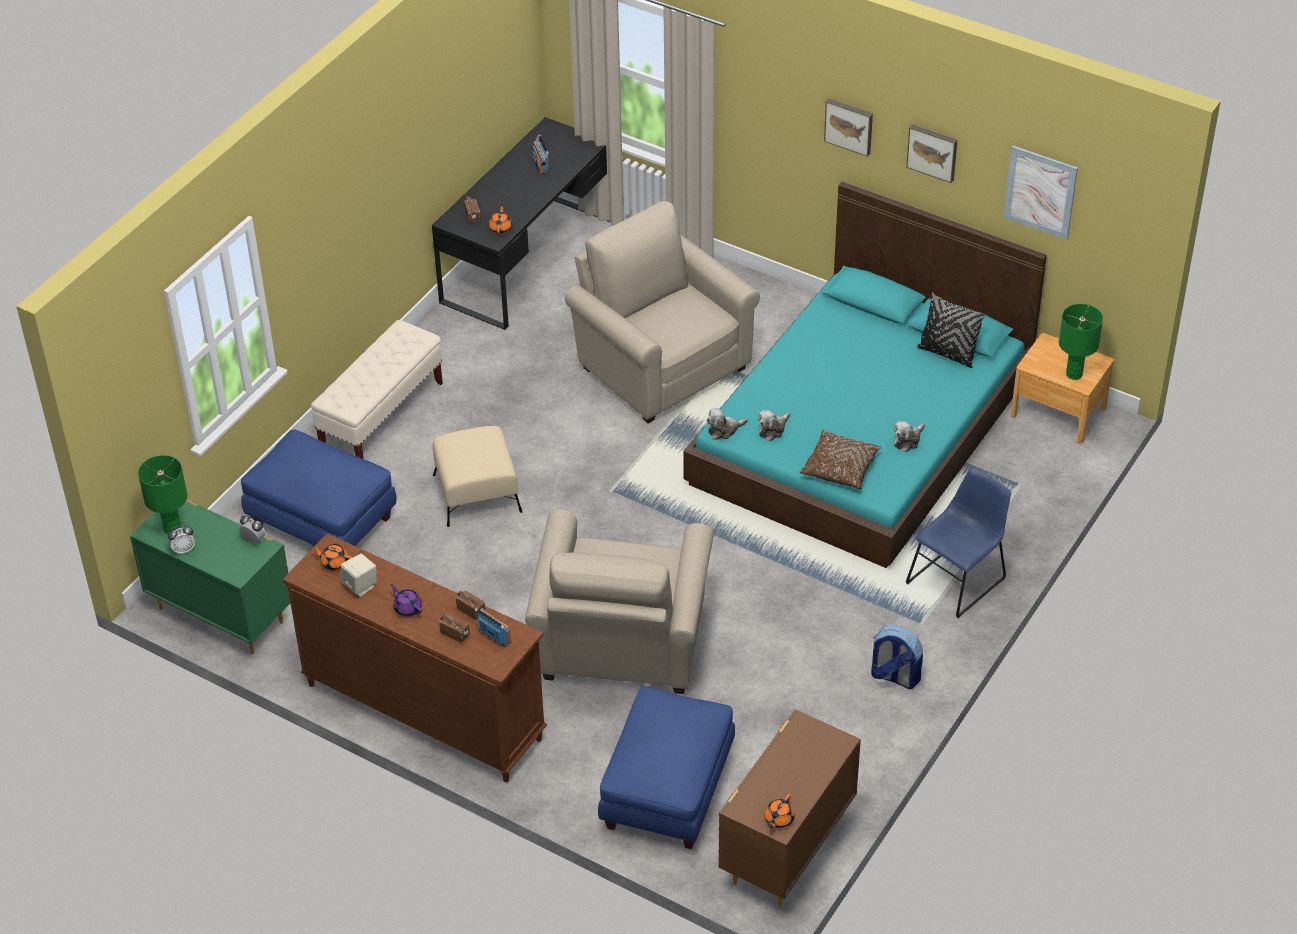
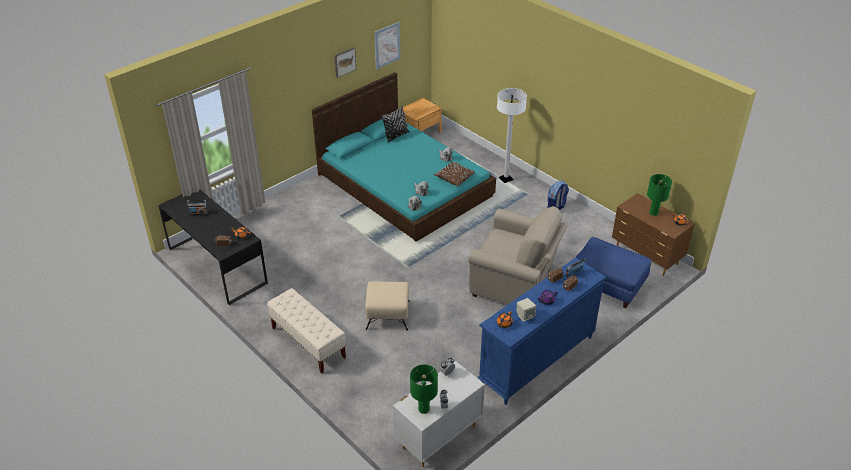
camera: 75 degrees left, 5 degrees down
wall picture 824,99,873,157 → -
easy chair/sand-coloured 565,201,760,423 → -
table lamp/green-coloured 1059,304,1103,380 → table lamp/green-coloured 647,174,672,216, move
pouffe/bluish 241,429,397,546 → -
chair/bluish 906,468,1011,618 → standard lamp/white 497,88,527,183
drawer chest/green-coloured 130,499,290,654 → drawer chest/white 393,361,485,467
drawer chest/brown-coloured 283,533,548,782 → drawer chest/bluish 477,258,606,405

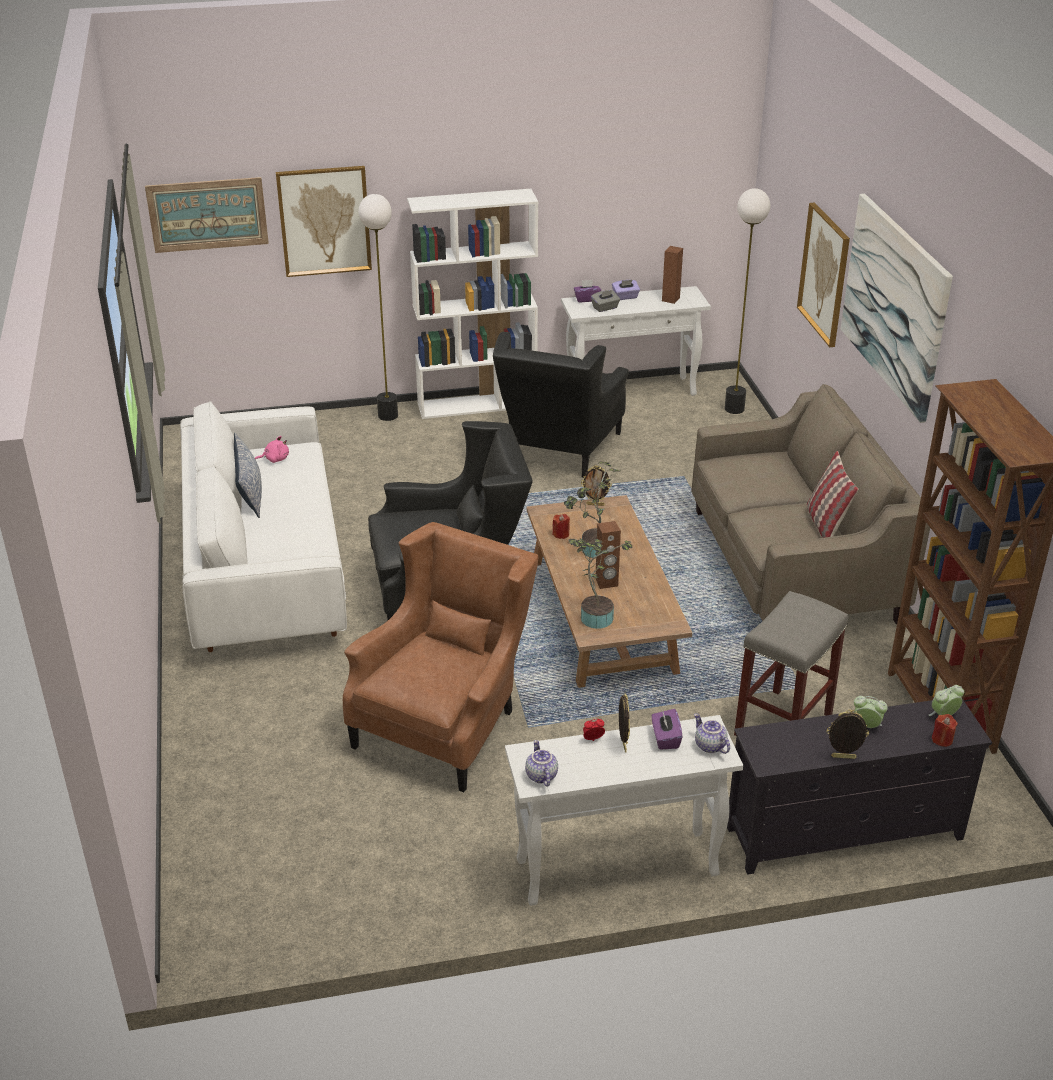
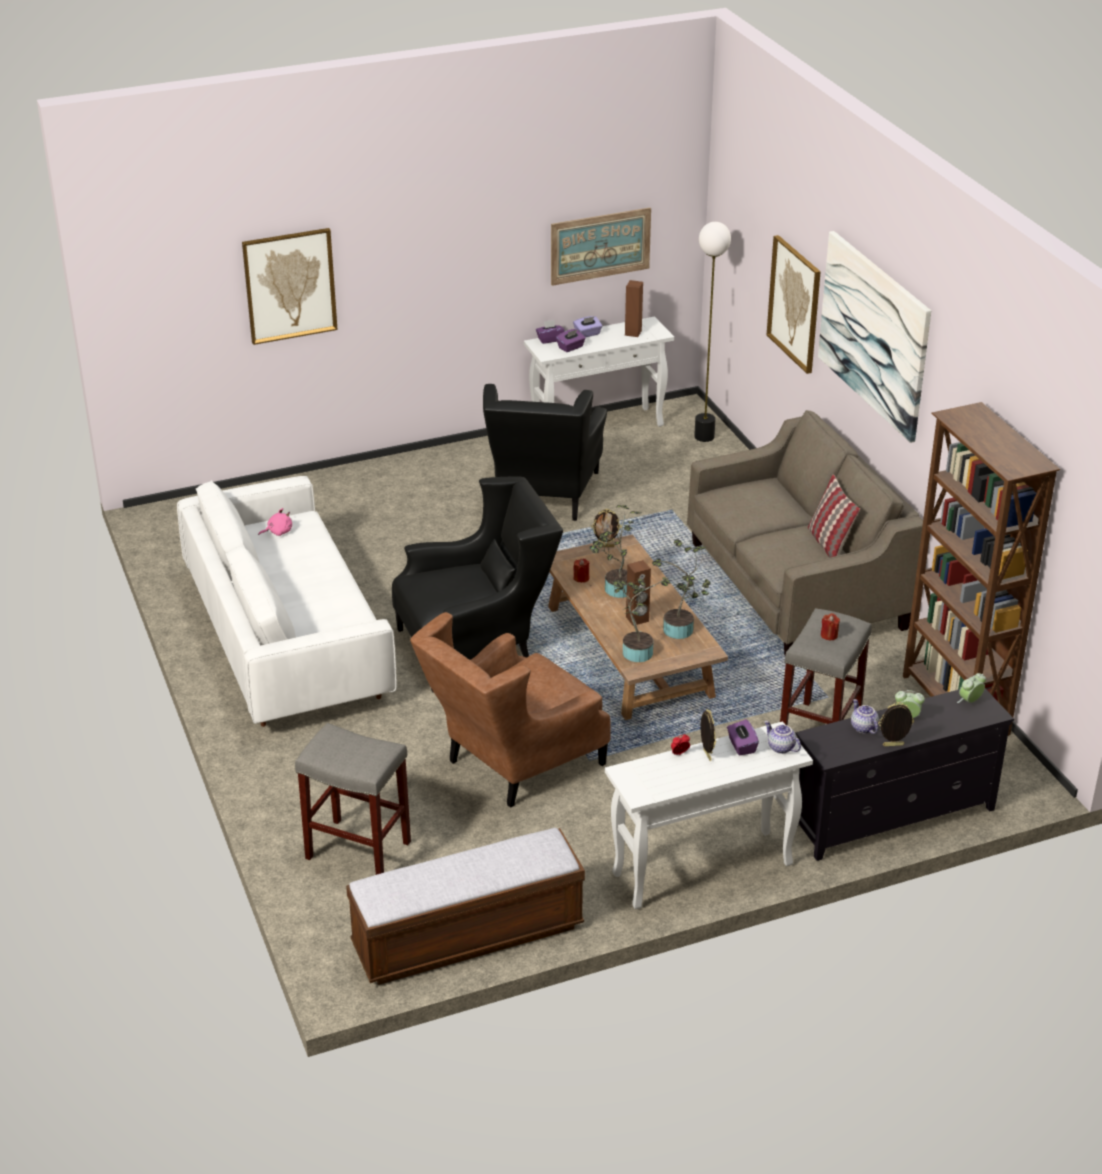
camera: 10 degrees left, 0 degrees up
wall picture 145,177,269,253 → wall picture 551,207,651,286, move
bookshelf/white 407,189,538,419 → -
standard lamp 359,194,398,421 → -
box of tissues/gray 591,290,620,312 → box of tissues/purple 556,329,586,352
cushion 234,433,262,518 → -
easy chair/brown-coloured 343,522,538,792 → easy chair/brown-coloured 410,612,611,808, 150 degrees counterclockwise
wax light/red 932,714,958,747 → wax light/red 821,613,840,640, move
teapot 525,740,558,787 → teapot 851,699,879,734, move
- → houseplant 652,539,711,639
- → sitting stool/gray 295,723,411,875
- → indoor bench 346,828,585,985

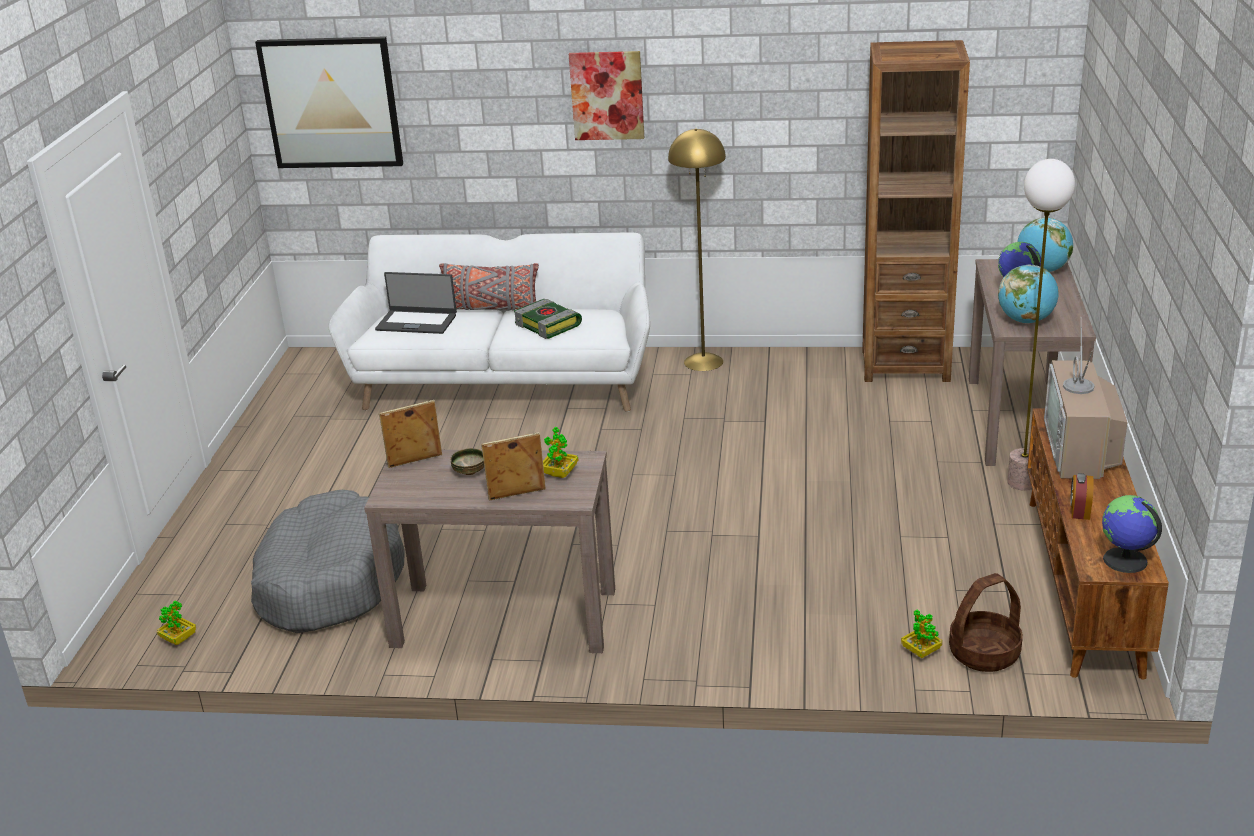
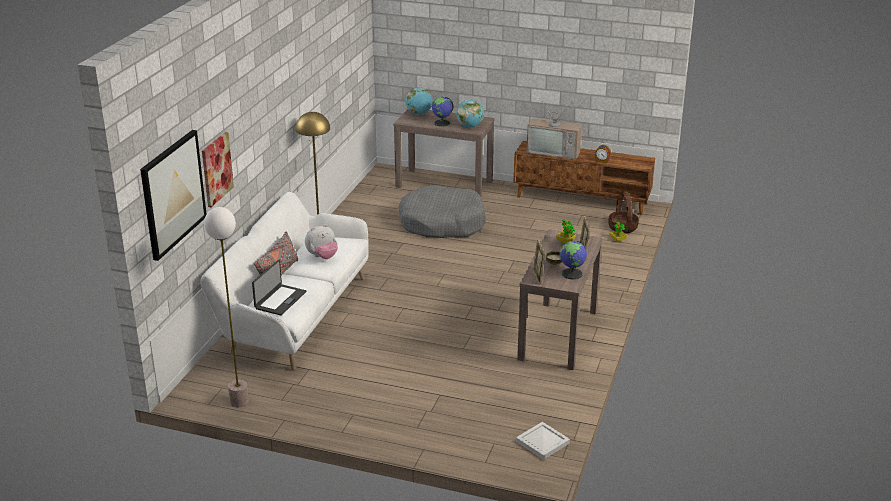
camera: 80 degrees left, 0 degrees up
bookshelf/brown-coloured 862,40,970,382 → -
wall picture 569,51,644,140 → wall picture 202,132,234,207, move
standard lamp 1007,159,1075,491 → standard lamp 204,207,249,407, move
book 514,299,582,339 → plush toy 305,224,338,259
pet bed/gray 251,490,405,633 → pet bed/gray 398,185,486,238, move
world globe 1102,495,1162,573 → world globe 560,241,587,279, move
houseplant 157,601,196,645 → carrying tray/white 516,422,570,460

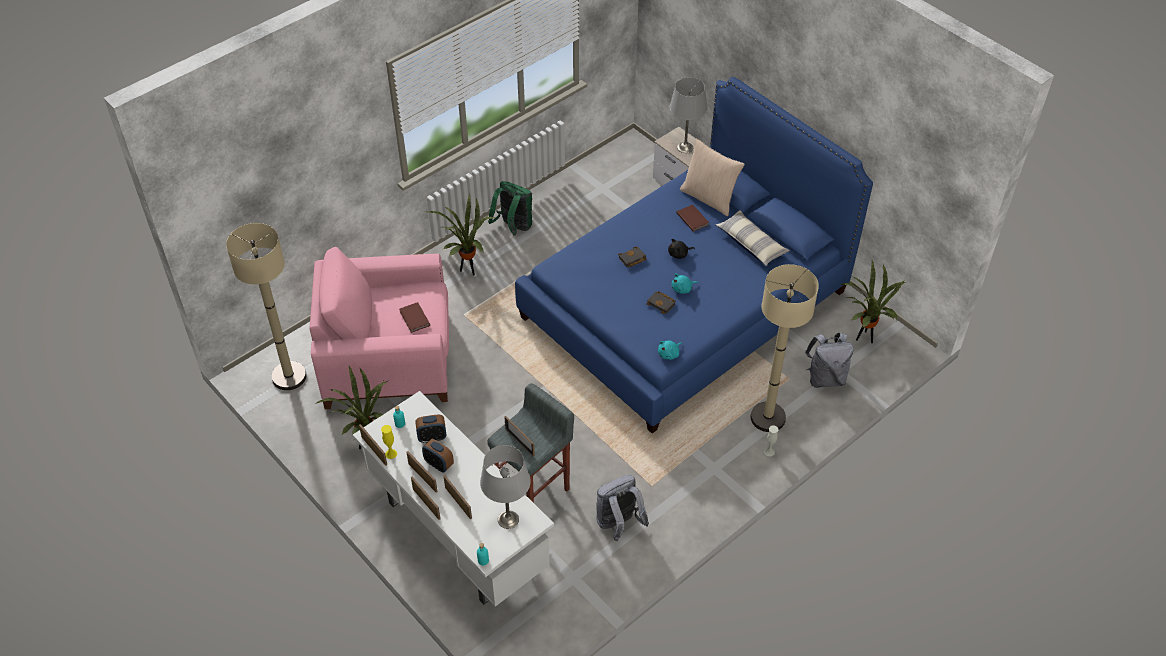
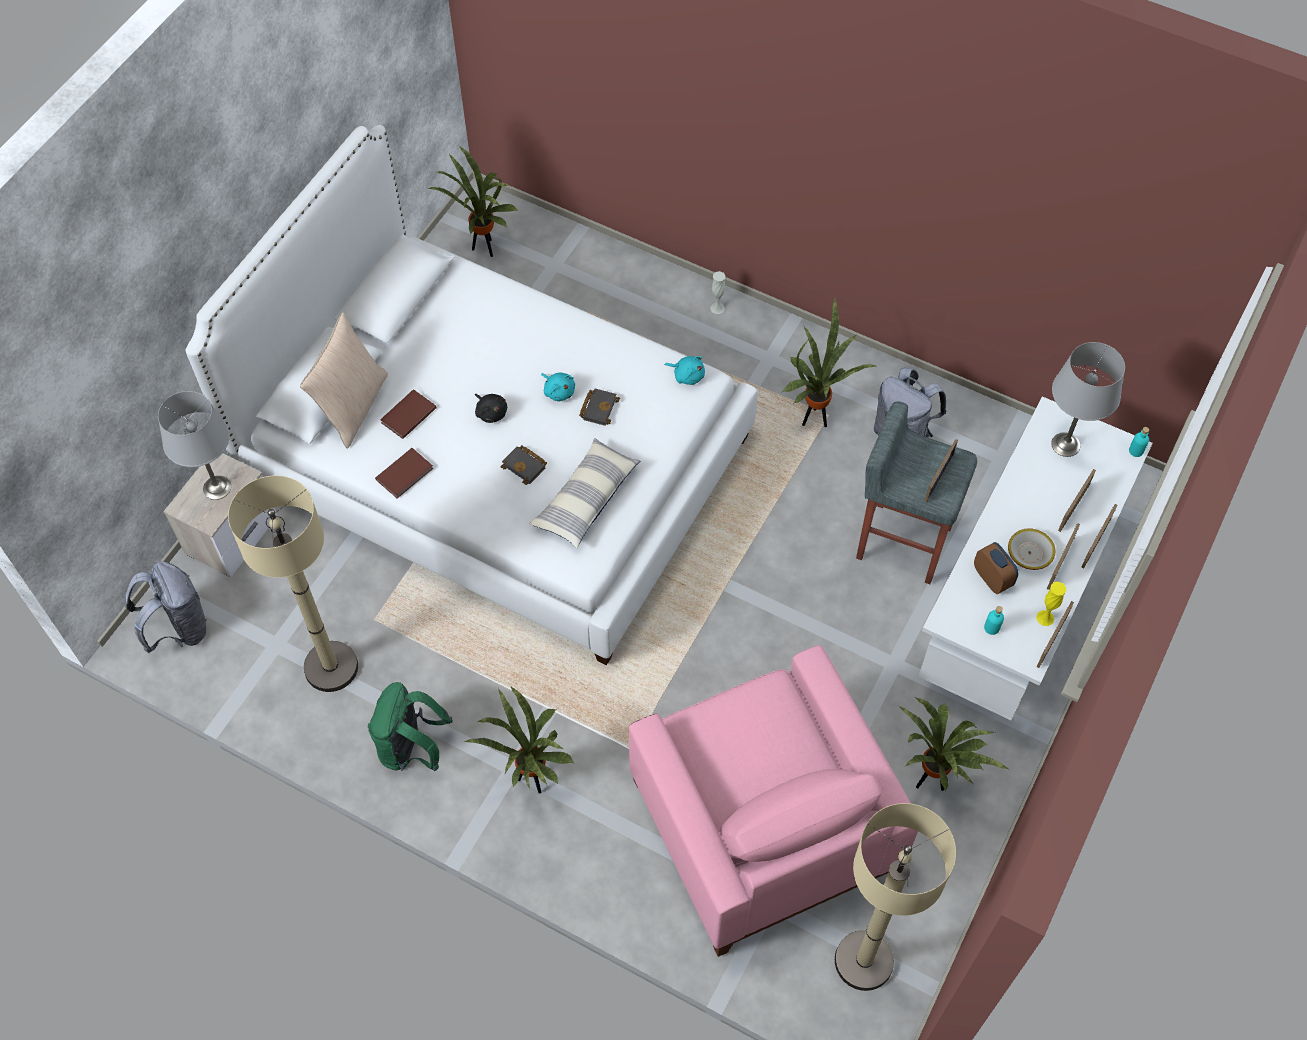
camera: 110 degrees left, 10 degrees up
sleeping bed/bluish 515,77,873,433 → sleeping bed/white 186,125,758,665
cushion 716,210,790,266 → cushion 529,438,640,549, move
standard lamp/sand-coloured 750,264,819,432 → standard lamp/sand-coloured 228,476,358,692, move
book/brown-coloured 399,302,430,333 → book/brown-coloured 375,448,434,499, move
backpack/gray 805,332,854,388 → backpack/gray 125,561,207,653, move
alarm clock 422,439,454,472 → serving bowl 1008,528,1056,570
- → houseplant 781,297,876,427

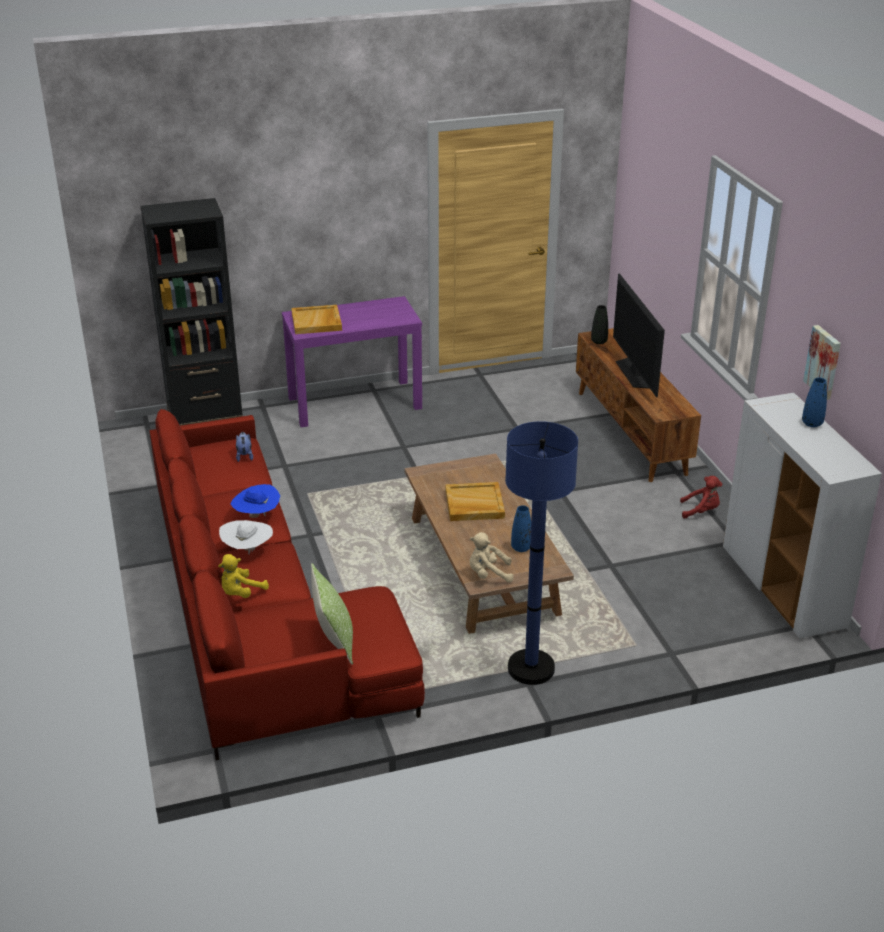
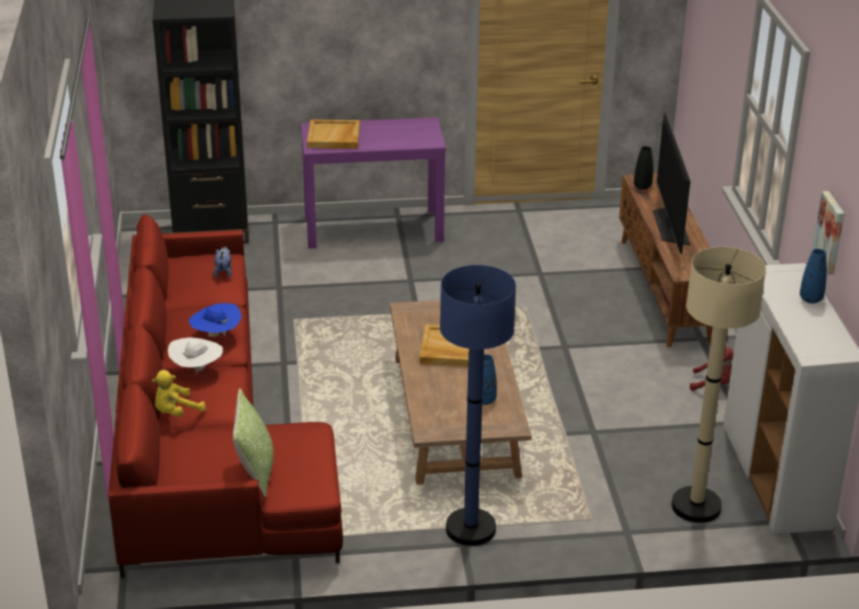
camera: 10 degrees right, 0 degrees up
plush toy/sand-coloured 469,532,513,583 → -
- → standard lamp/sand-coloured 671,247,766,523

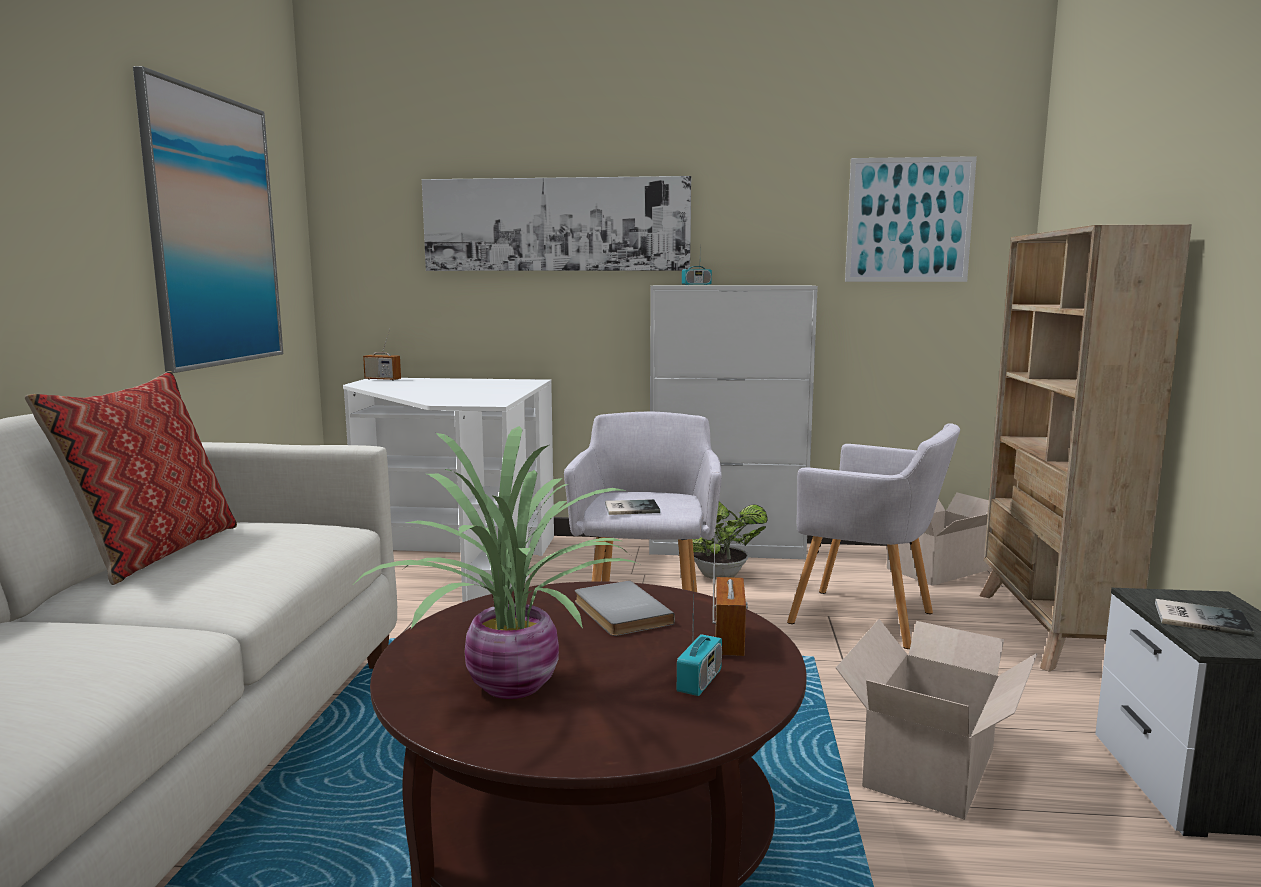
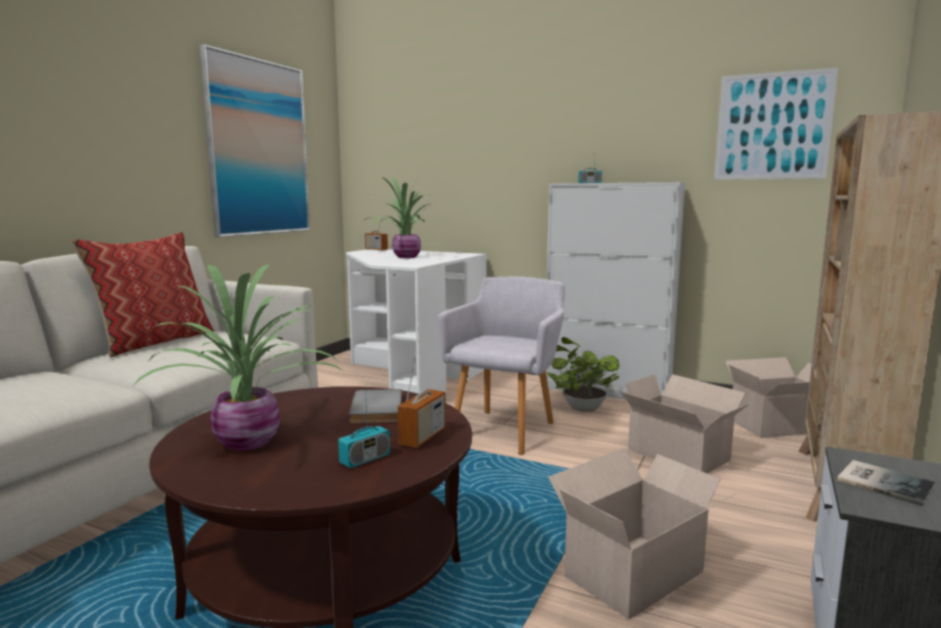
camera: 20 degrees right, 0 degrees up
wall picture 422,176,691,271 → -
easy chair/gray 787,423,960,649 → cardboard box 620,374,750,473
book 605,499,660,515 → -
- → houseplant 365,177,447,258

